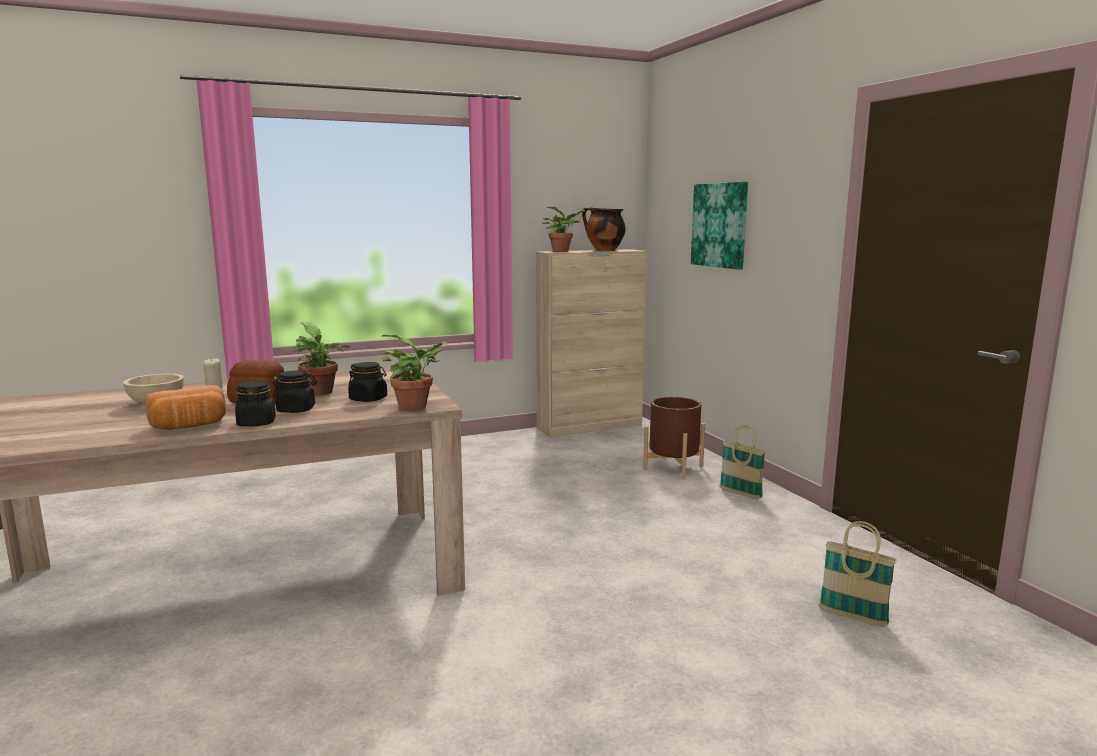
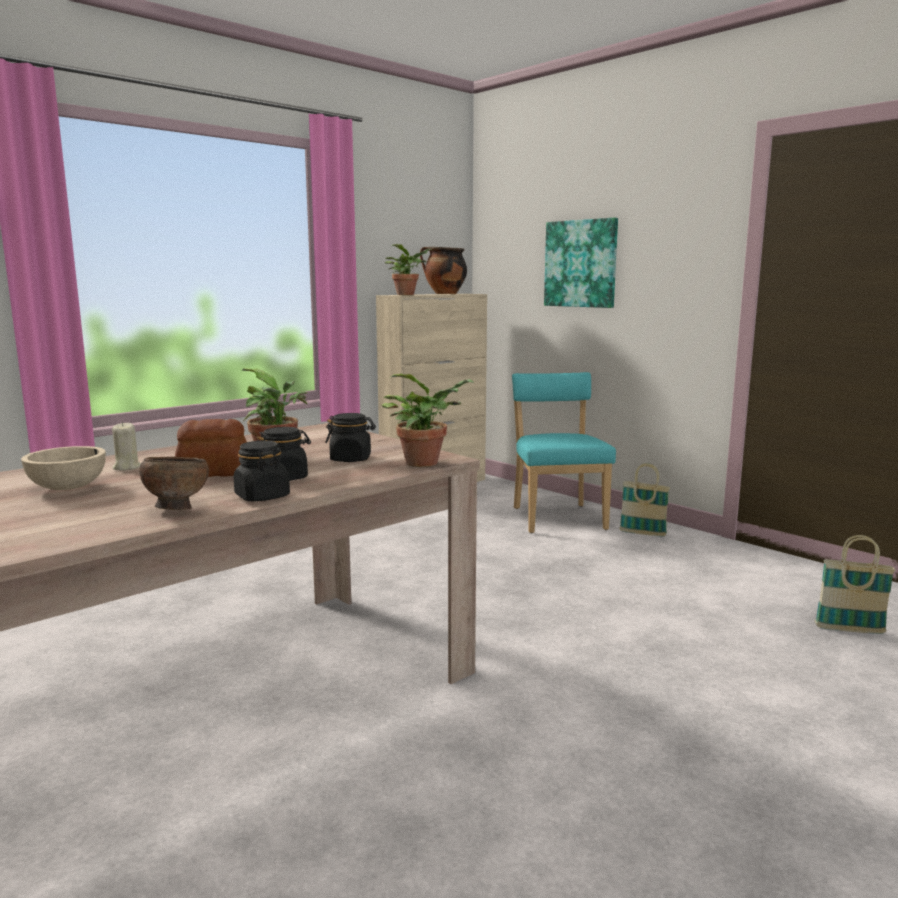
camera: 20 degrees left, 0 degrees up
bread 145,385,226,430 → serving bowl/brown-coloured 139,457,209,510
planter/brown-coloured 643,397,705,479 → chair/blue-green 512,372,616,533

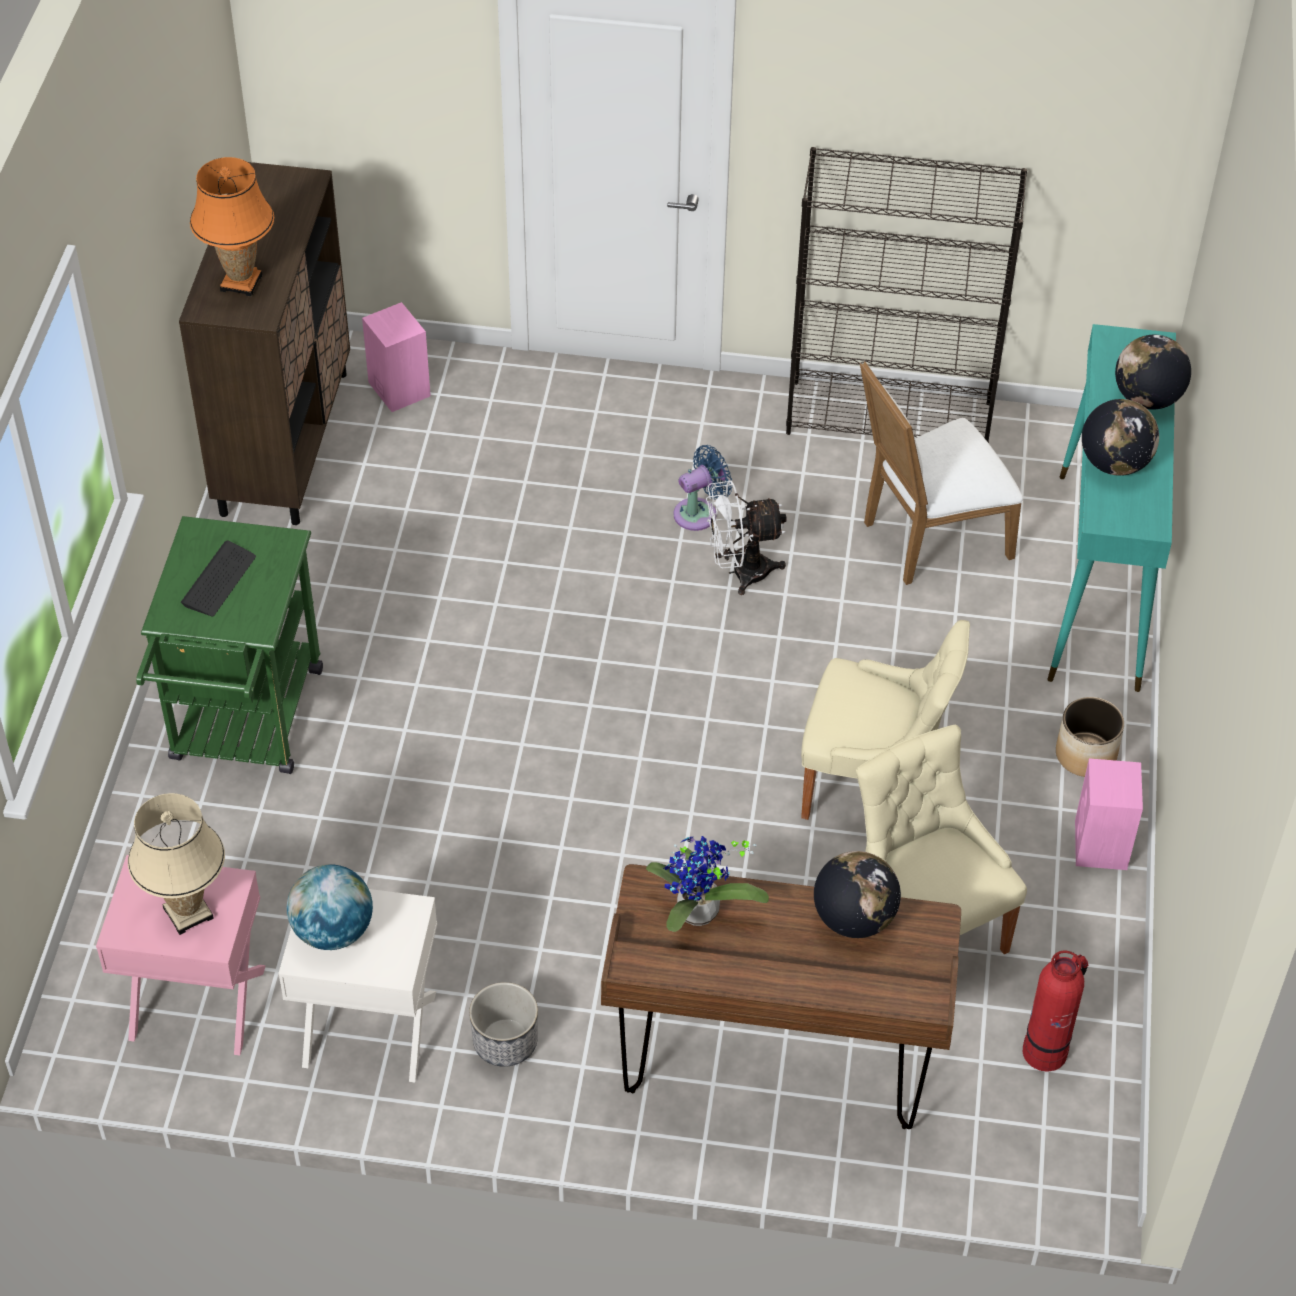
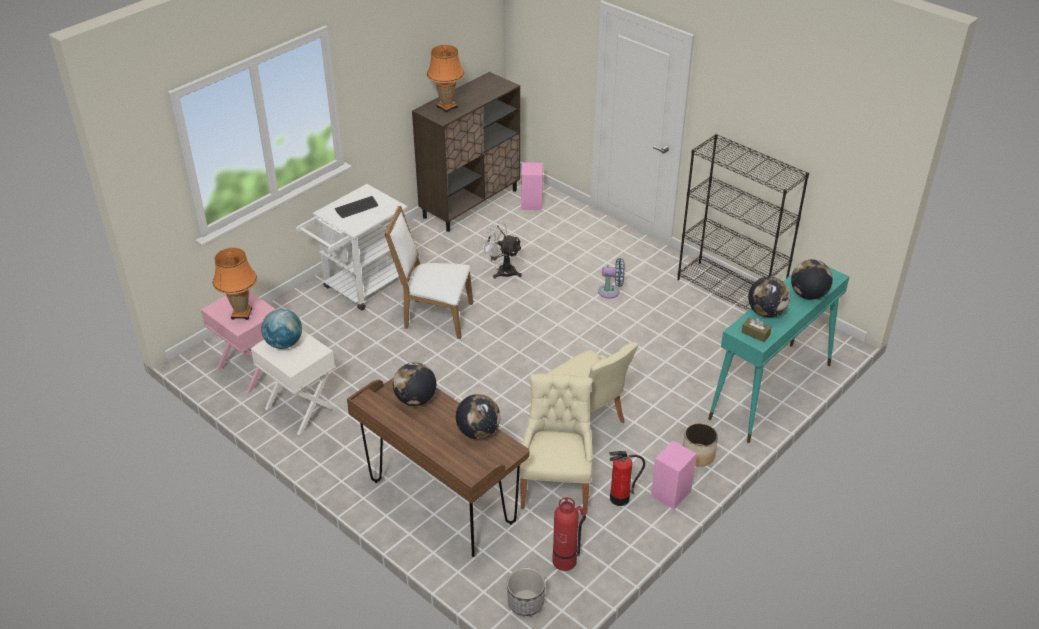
camera: 35 degrees right, 10 degrees down
chair/white 860,361,1023,585 → chair/white 385,205,473,339, move
electric fan/white 706,480,787,595 → electric fan/white 480,221,522,279, move
trolley/green-coloured 136,516,323,774 → trolley/white 296,184,410,311
table lamp/sand-coloured 128,793,225,935 → table lamp/orangey 213,248,257,320
houseplant 646,836,769,932 → world globe 393,362,436,406
planter 469,982,538,1067 → planter 507,568,545,616, move
- → box of tissues/brown-coloured 741,318,771,342
- → extinguisher 609,451,645,506

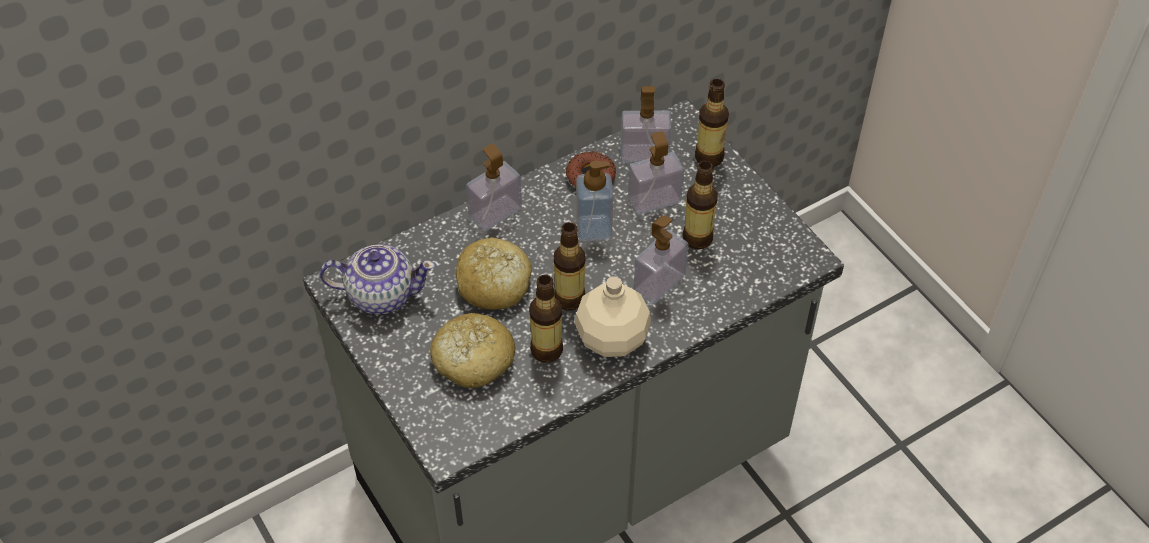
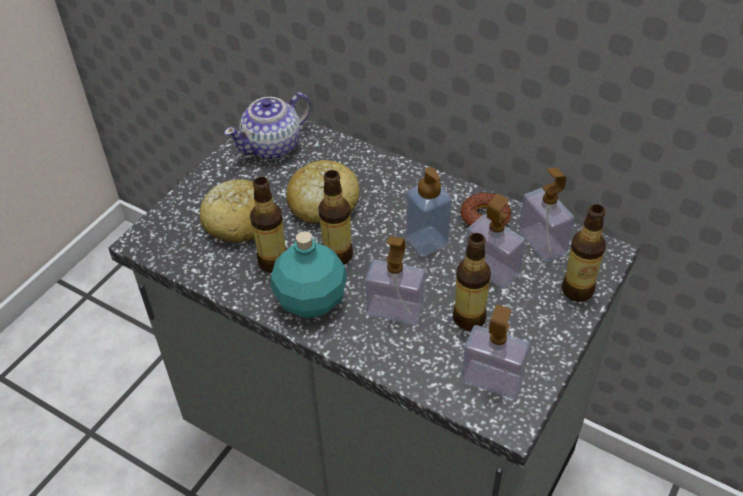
camera: 65 degrees right, 5 degrees down
soap bottle 466,144,522,232 → soap bottle 461,305,530,399, move
teapot 320,244,435,315 → teapot 224,92,311,160, 75 degrees clockwise
beverage bottle/sand-coloured 575,276,651,357 → beverage bottle/blue-green 271,231,347,318

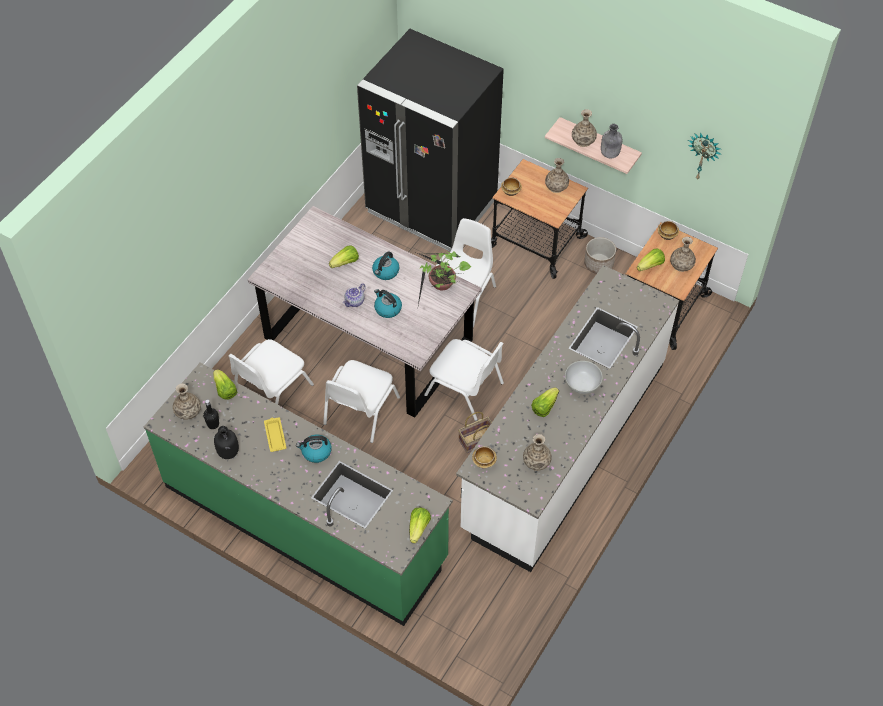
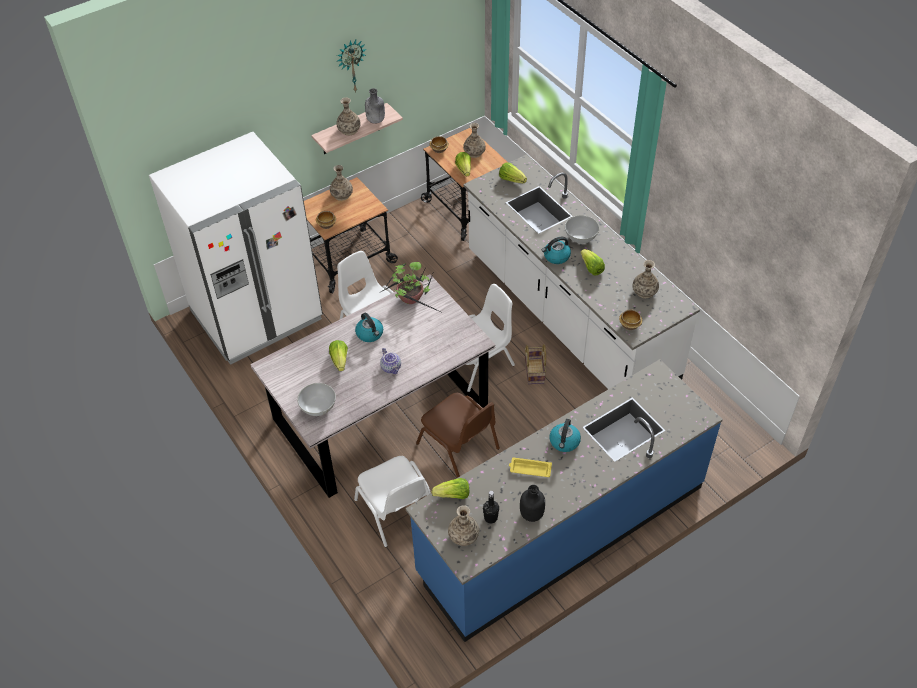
camera: 65 degrees left, 5 degrees down
fridge/blackish 357,29,504,251 → fridge/white 149,132,323,365
clock on the wall 688,132,721,179 → clock on the wall 337,40,367,92, move
planter 584,237,616,274 → -
water kettle 374,289,402,318 → water kettle 542,237,571,264, move
chair/white 323,360,400,443 → chair/brown-coloured 416,393,500,478
kitchen base unit/green-coloured 144,363,453,626 → kitchen base unit/bluish 406,359,723,642
head of lettuce 409,508,431,543 → head of lettuce 499,163,527,183, move
- → serving bowl/white 297,383,336,416

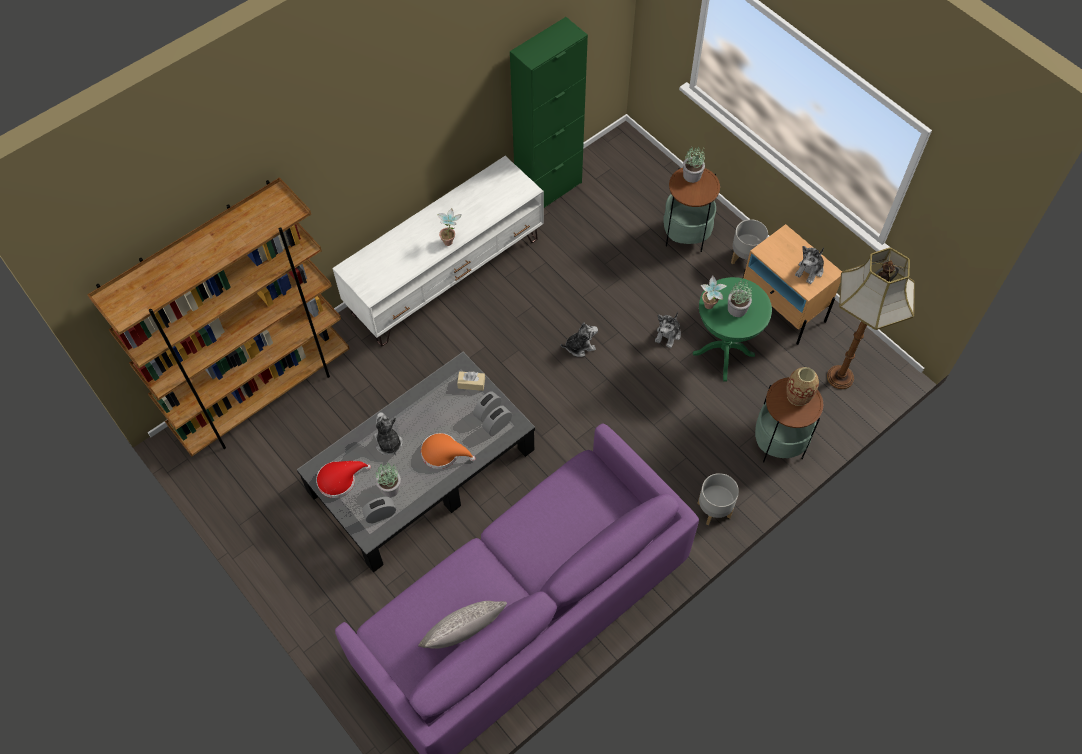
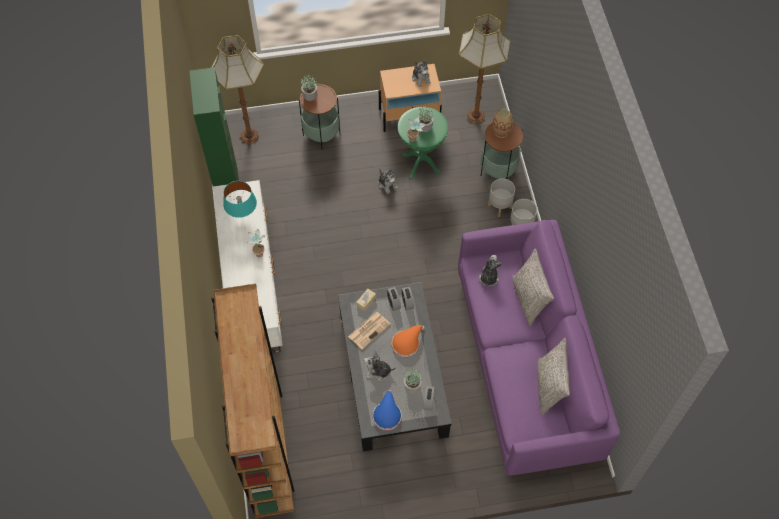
camera: 60 degrees left, 0 degrees up
planter/gray 731,219,768,264 → planter/gray 488,178,515,217, move
plush toy 561,323,598,357 → plush toy 479,255,502,287, move
hat/red 316,461,371,498 → hat/bluish 373,390,401,430
- → standard lamp 211,35,264,144
- → table lamp/blue-green 223,181,257,218
- → cushion/gray 512,249,554,326
- → printed paper 348,312,391,350

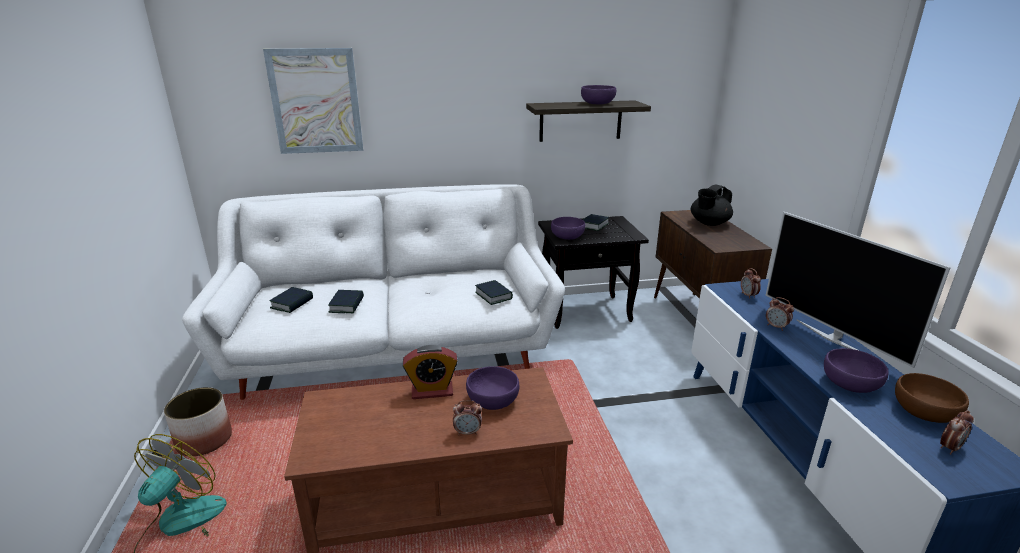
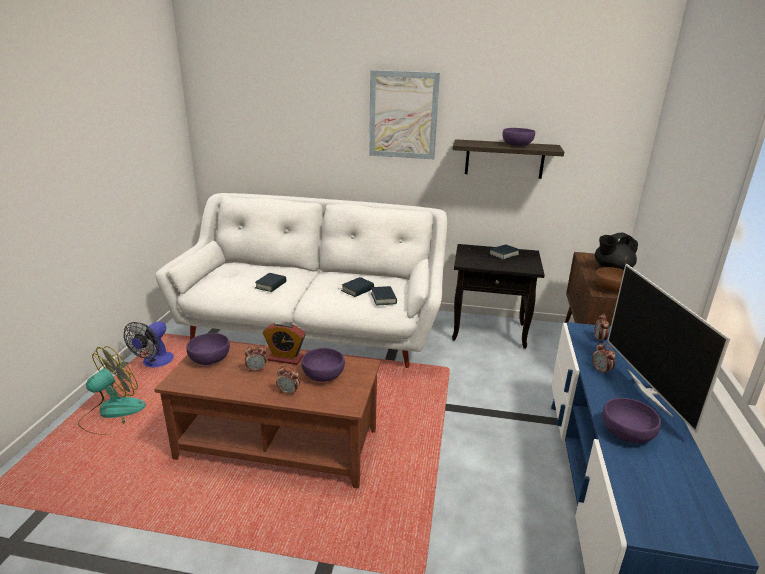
camera: 20 degrees right, 0 degrees up
wall picture 263,48,363,154 → wall picture 369,70,440,159, move
serving bowl/purple 551,217,585,240 → serving bowl/purple 187,333,230,365, move
book 270,287,313,313 → book 341,277,374,297, move
serving bowl/brown-coloured 895,373,969,423 → serving bowl/brown-coloured 595,267,624,292, move
planter 164,387,232,456 → electric fan 124,321,174,367
alarm clock 940,410,974,454 → alarm clock 245,345,267,372, move

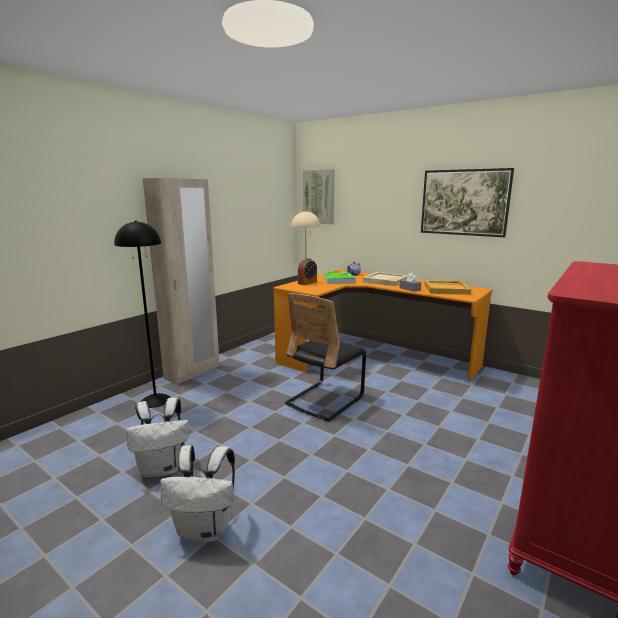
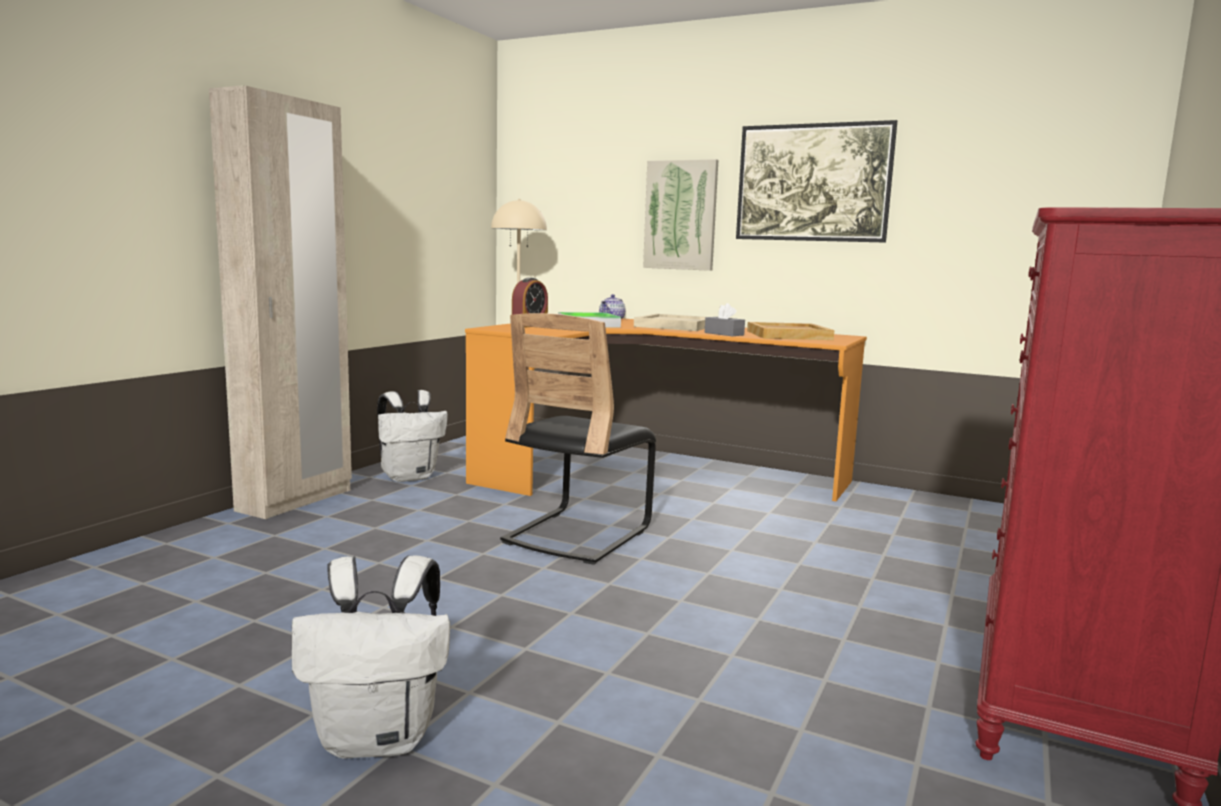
camera: 10 degrees left, 5 degrees down
wall picture 303,169,334,224 → wall picture 643,159,718,271, move
standard lamp/blackish 114,220,171,408 → -
backpack/white 126,397,189,478 → backpack/white 377,390,448,482, move

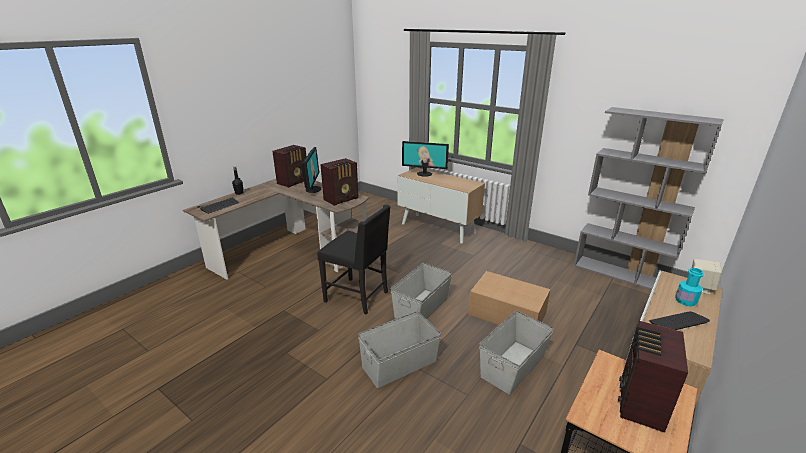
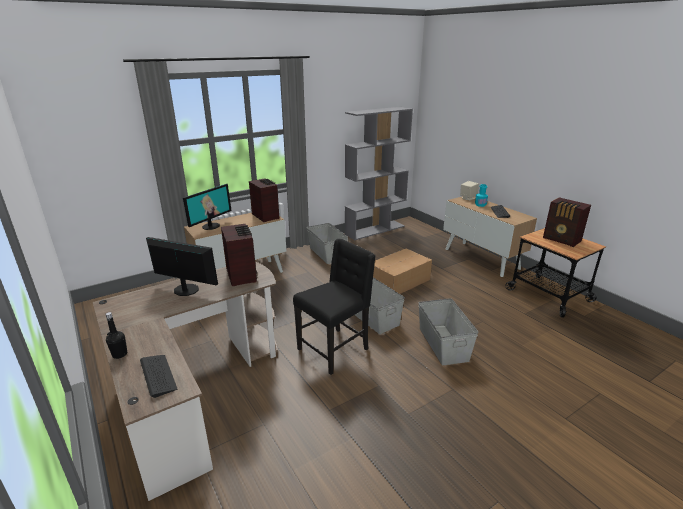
camera: 70 degrees left, 0 degrees up
radio receiver 272,145,306,188 → radio receiver 249,179,280,222, move
storage box/gray 479,311,554,394 → storage box/gray 306,223,348,264, move

